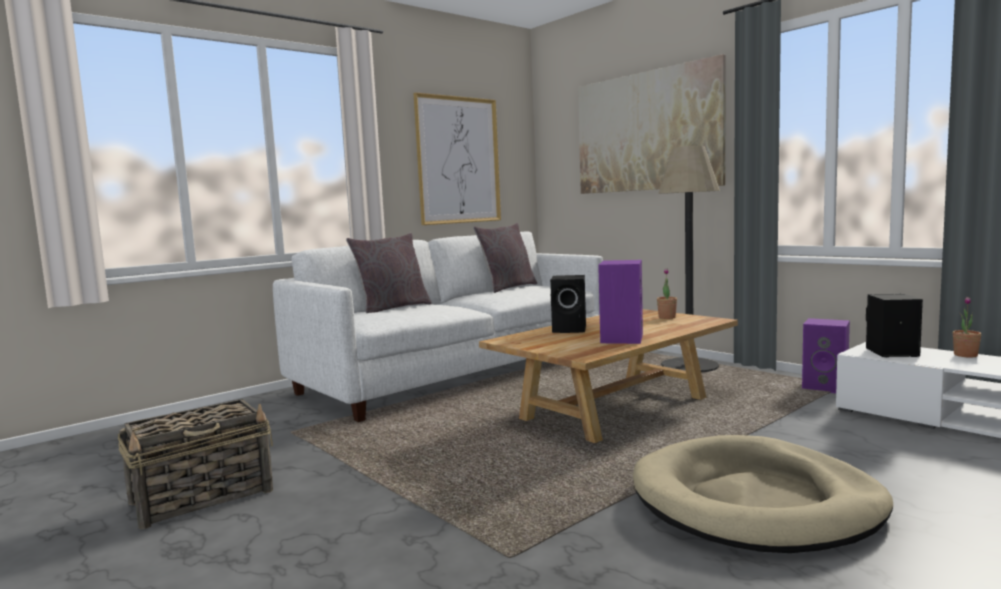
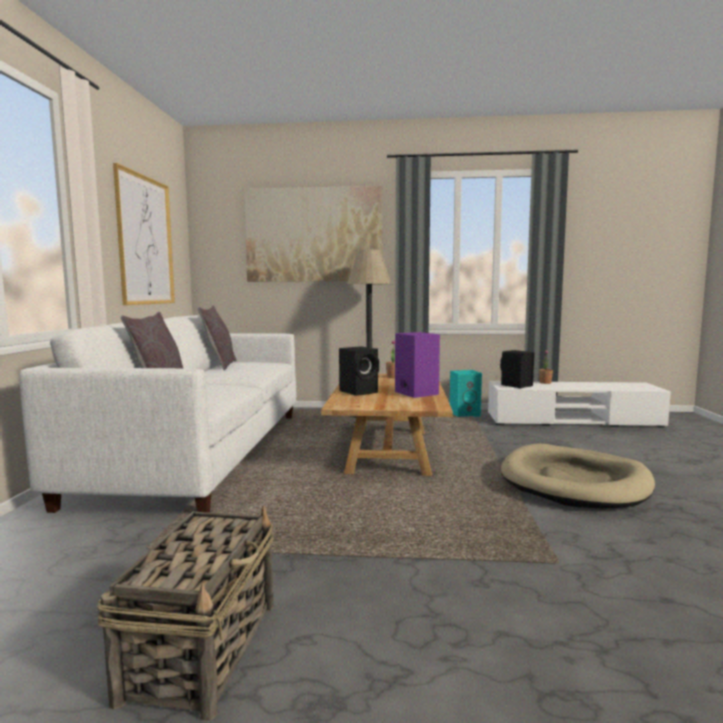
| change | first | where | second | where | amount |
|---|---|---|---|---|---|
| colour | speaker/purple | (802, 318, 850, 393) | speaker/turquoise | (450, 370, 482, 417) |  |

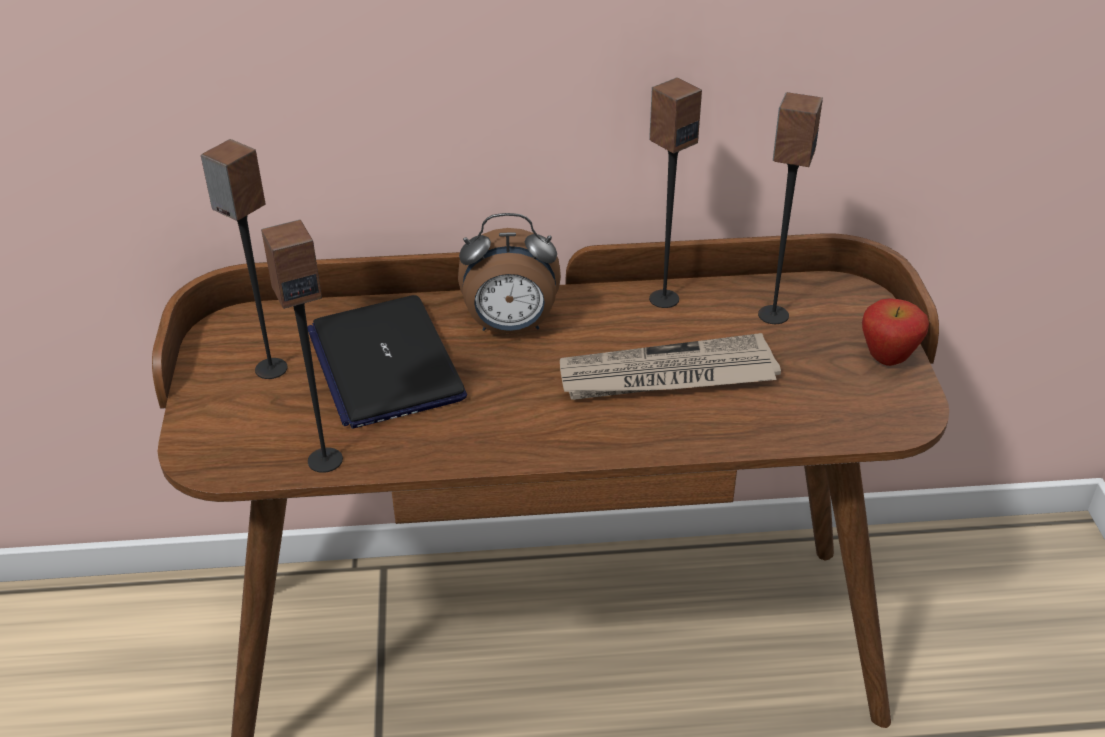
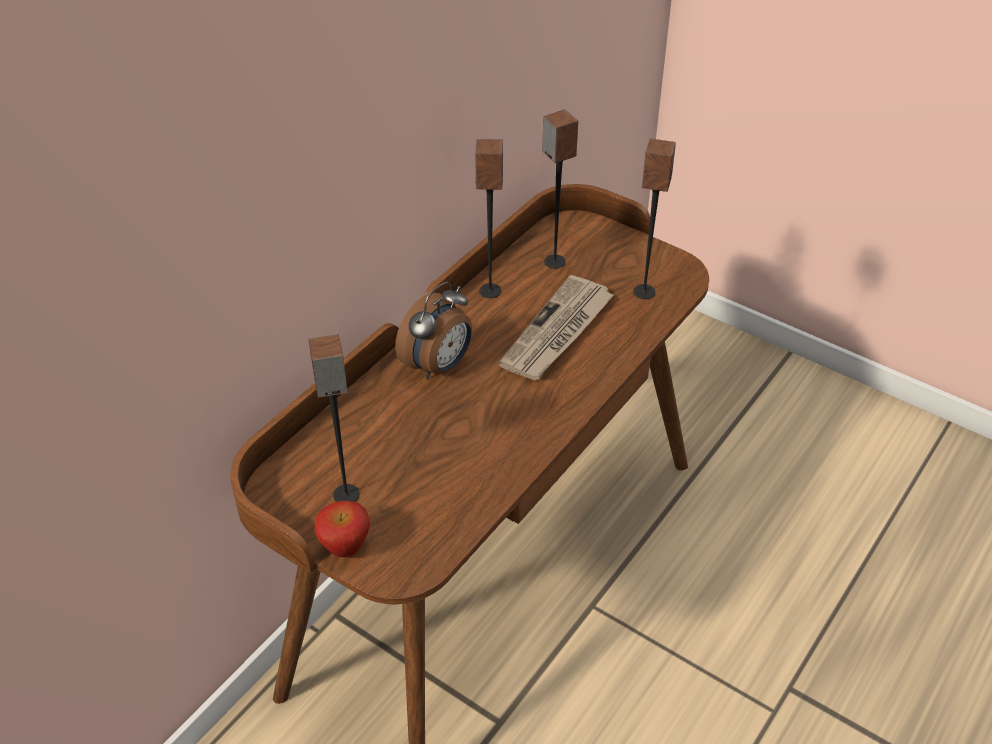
| change | first | where | second | where | amount |
|---|---|---|---|---|---|
| relocated | speaker | (261, 219, 343, 473) |  | (633, 139, 676, 299) |  |
| missing | laptop | (308, 295, 467, 429) |  |  |  |
| relocated | apple | (862, 298, 929, 366) |  | (314, 501, 370, 557) |  |

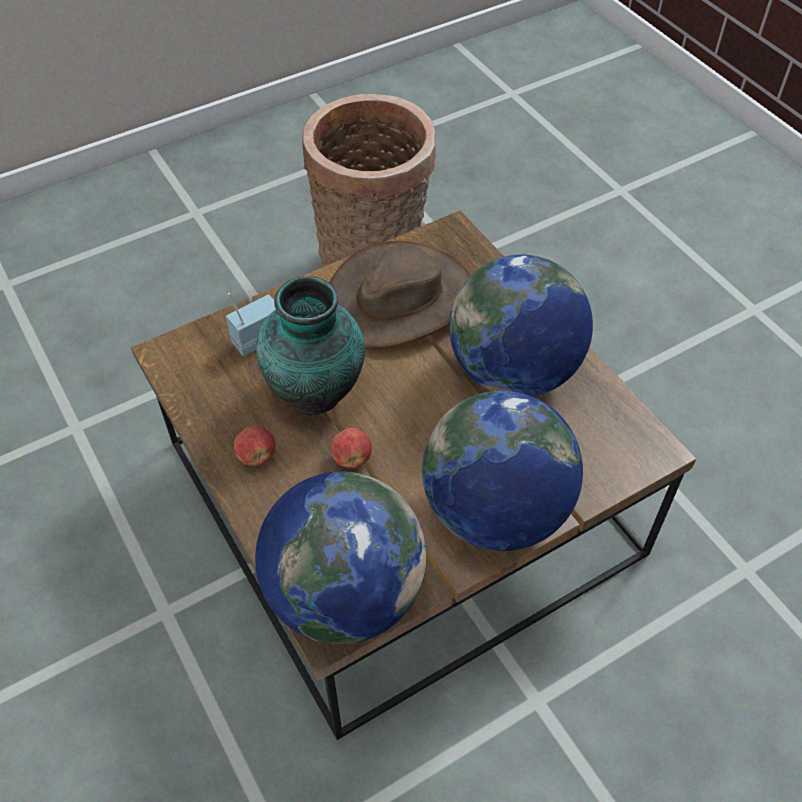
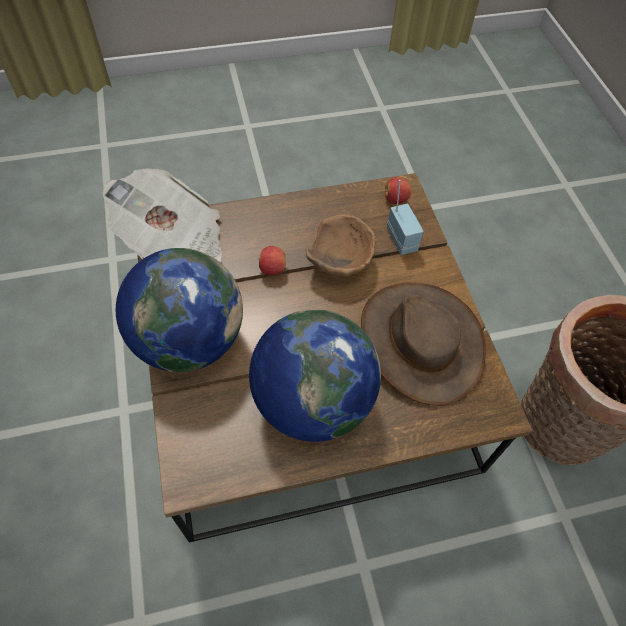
| change | first | where | second | where | amount |
|---|---|---|---|---|---|
| relocated | apple | (234, 426, 275, 466) |  | (384, 177, 411, 204) |  |
| exchanged | globe | (255, 471, 426, 644) | newspaper | (103, 169, 222, 263) |  |
| exchanged | vase | (256, 276, 365, 415) | bowl/brown | (305, 214, 376, 277) |  |

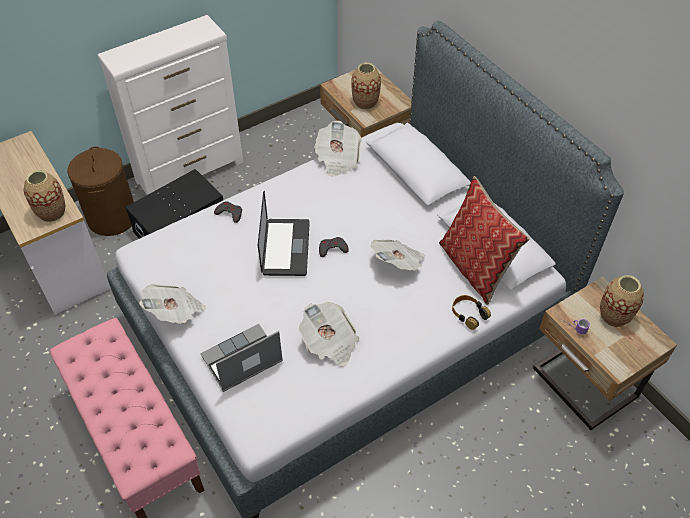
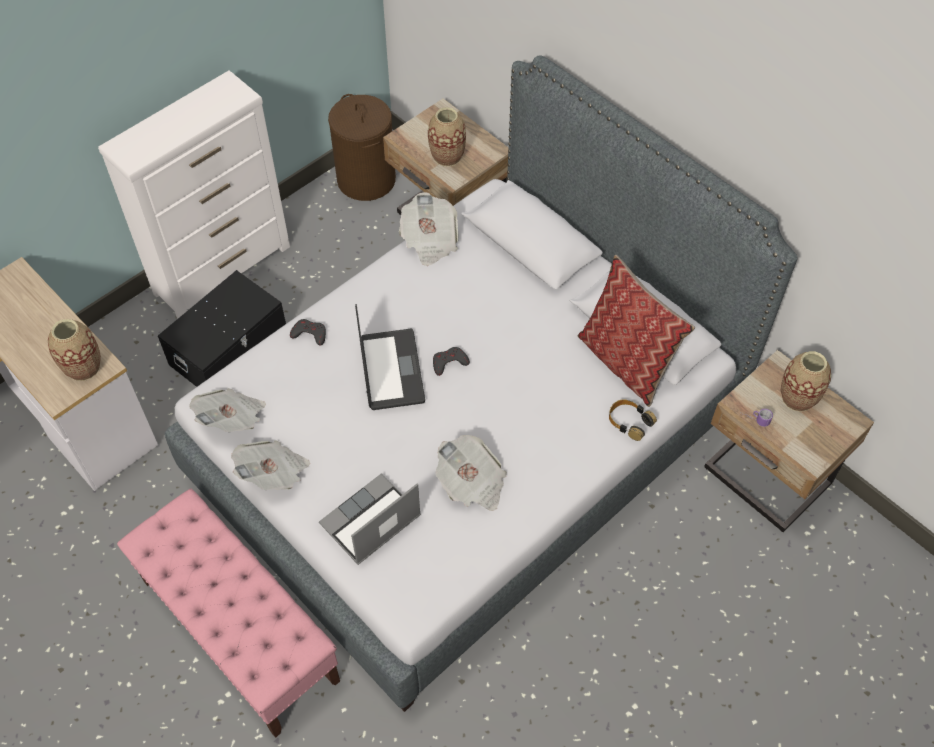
| change | first | where | second | where | amount |
|---|---|---|---|---|---|
| relocated | laundry basket/brown | (67, 146, 134, 236) |  | (328, 94, 396, 201) |  |
| relocated | newspaper | (371, 240, 425, 271) |  | (189, 388, 266, 432) |  |

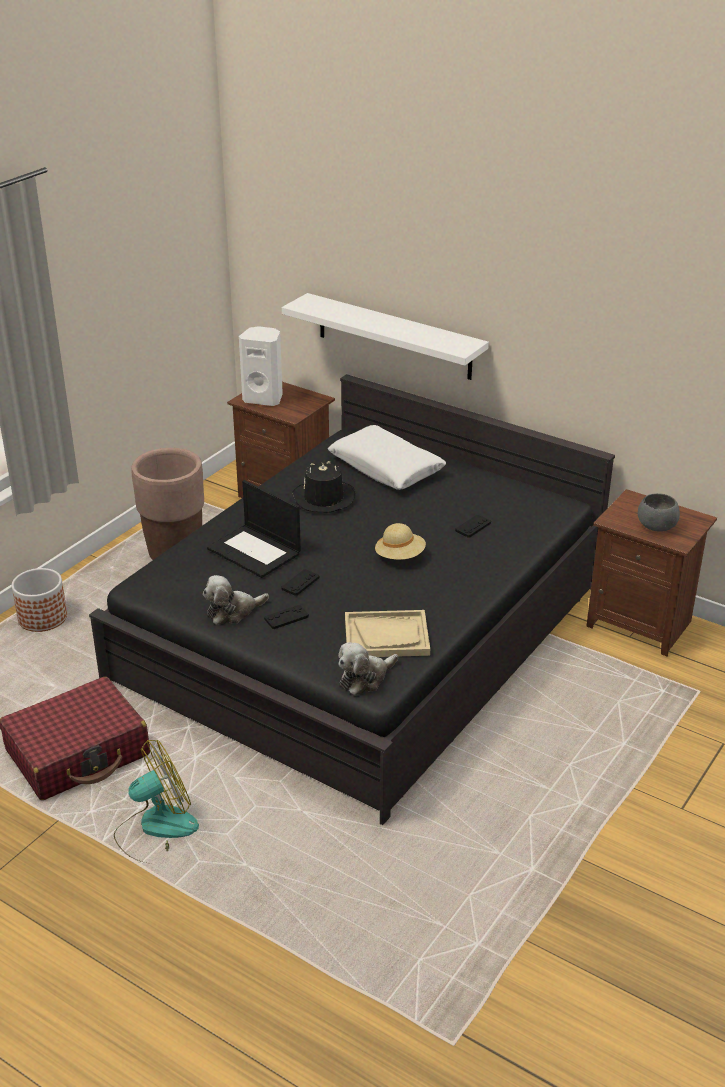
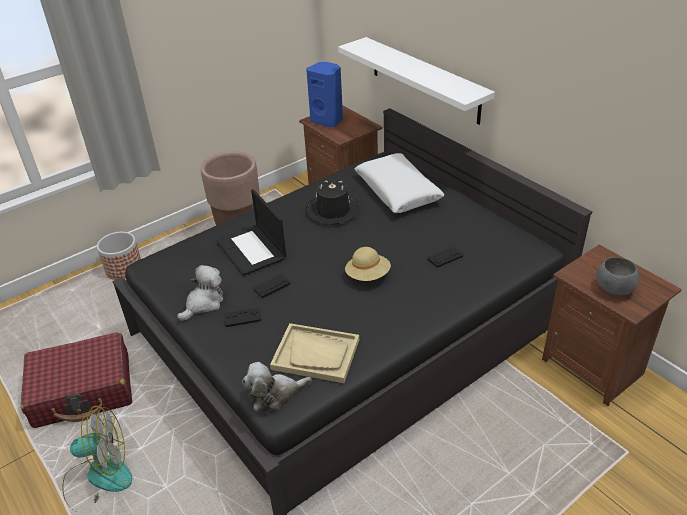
| change | first | where | second | where | amount |
|---|---|---|---|---|---|
| spun | plush toy | (203, 575, 269, 625) |  | (177, 265, 223, 321) | 135 degrees clockwise |
| colour | speaker/white | (239, 326, 283, 406) | speaker/blue | (306, 62, 343, 128) |  |

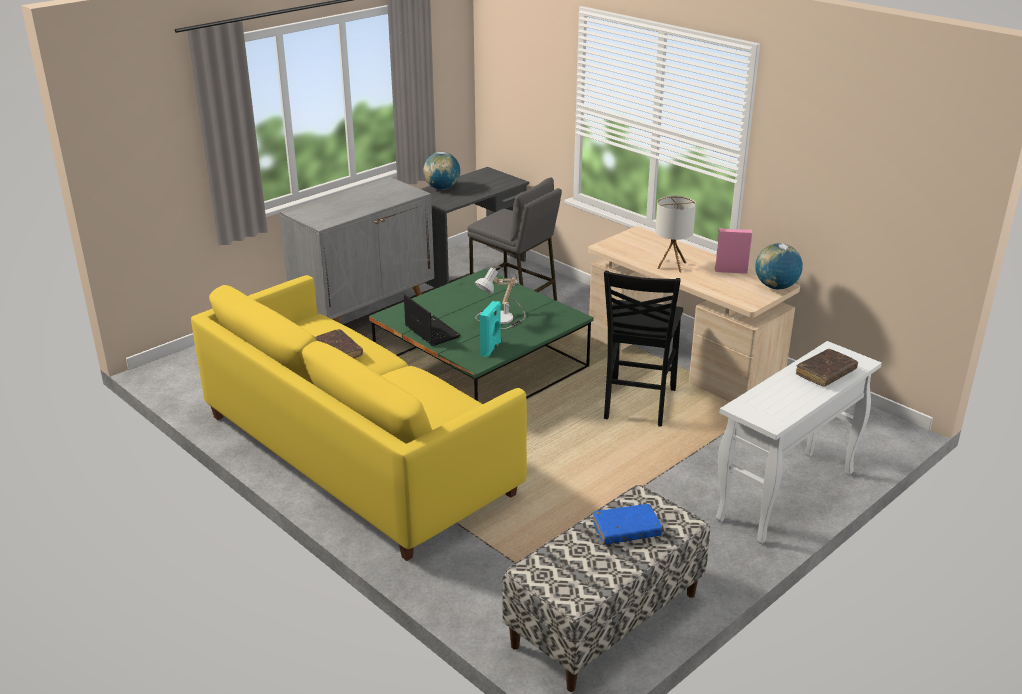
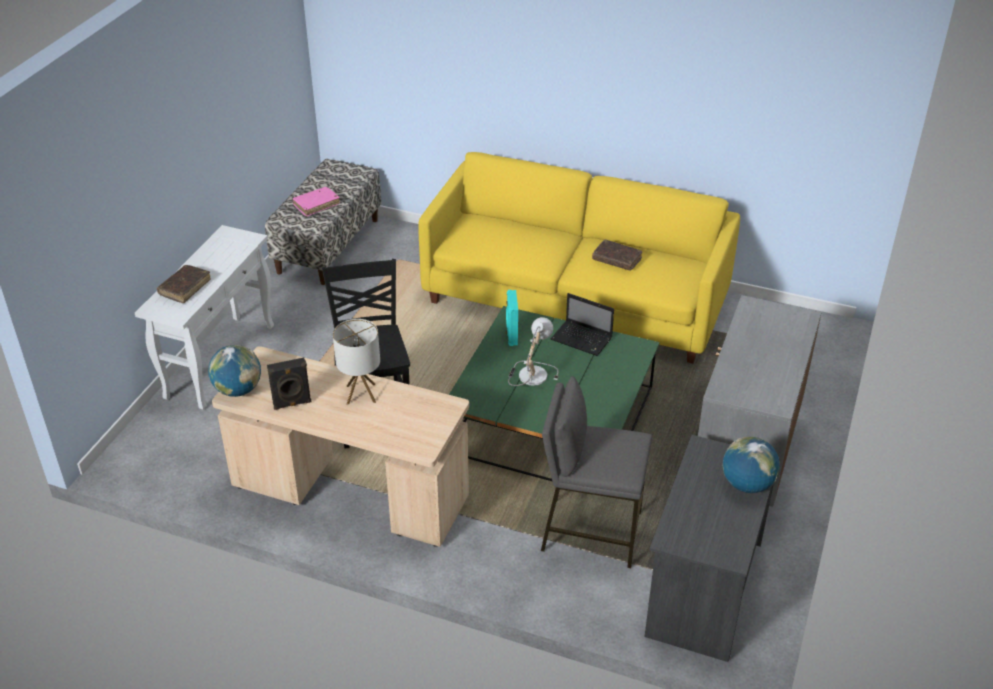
| change | first | where | second | where | amount |
|---|---|---|---|---|---|
| colour | book/blue | (593, 504, 662, 544) | book/pink | (292, 187, 340, 216) |  |
| colour | speaker/pink | (715, 228, 752, 274) | speaker/black | (267, 358, 311, 410) |  |

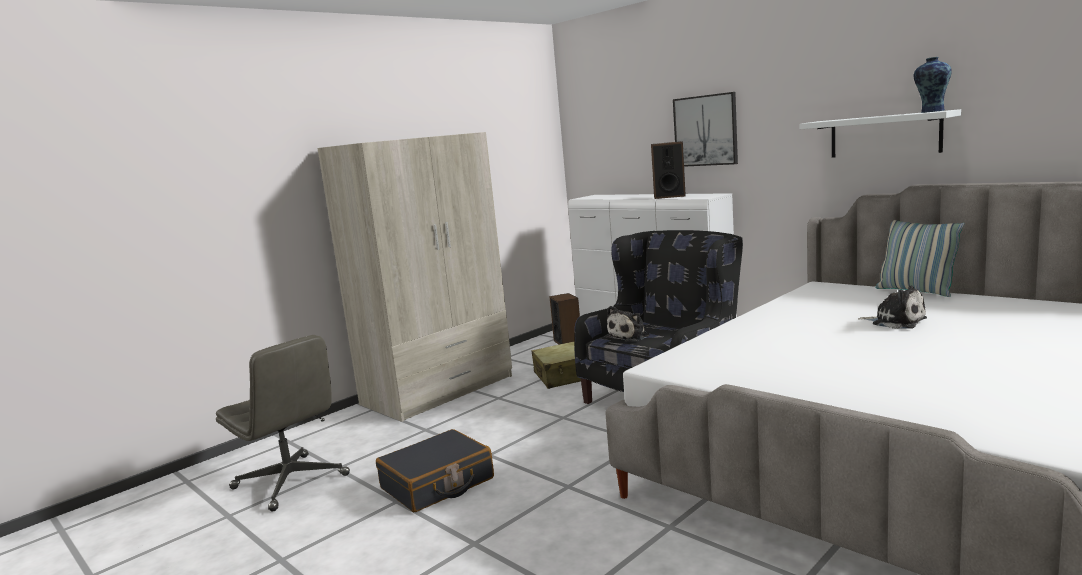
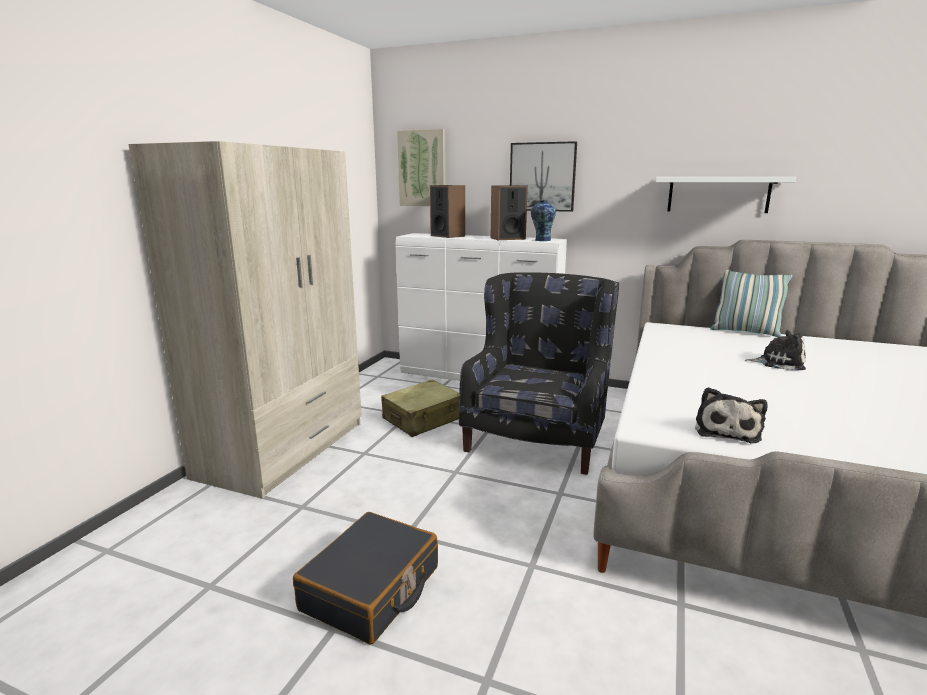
| change | first | where | second | where | amount |
|---|---|---|---|---|---|
| missing | office chair/grey | (216, 335, 350, 511) |  |  |  |
| relocated | speaker | (549, 293, 580, 345) |  | (430, 185, 465, 238) |  |
| relocated | plush toy | (606, 306, 649, 341) |  | (695, 387, 767, 443) |  |
| relocated | vase | (914, 57, 952, 113) |  | (531, 200, 556, 241) |  |
| appeared |  |  | picture | (397, 129, 445, 206) |  |

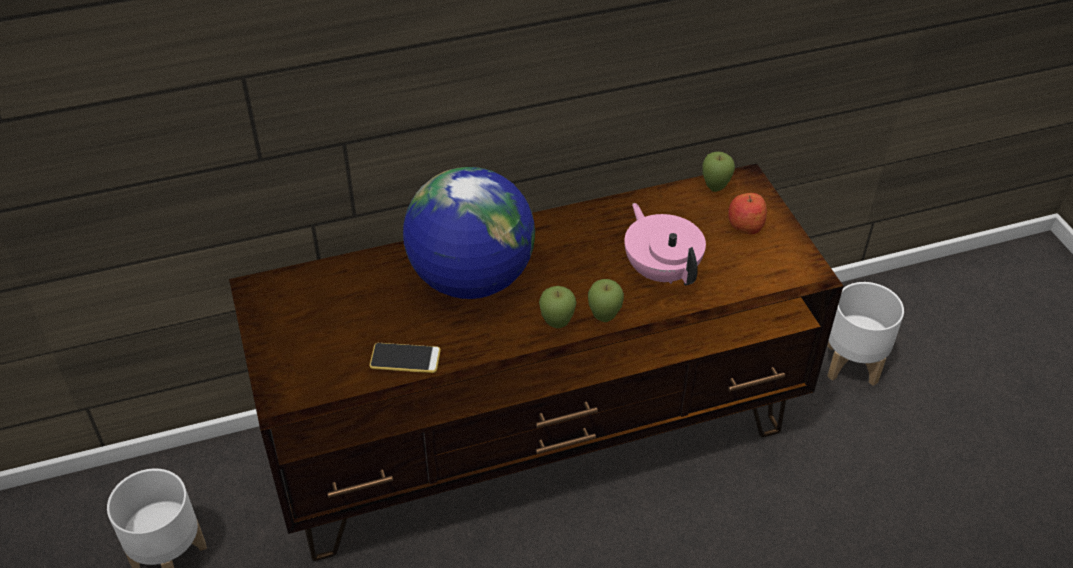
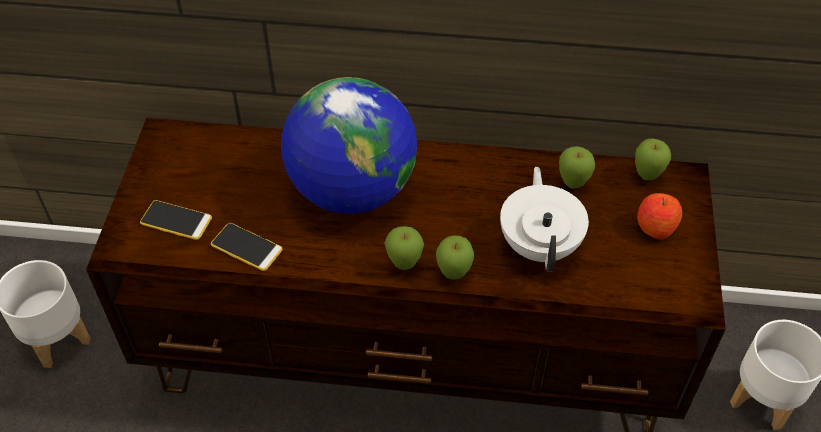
| change | first | where | second | where | amount |
|---|---|---|---|---|---|
| colour | teapot/pink | (624, 203, 706, 285) | teapot/white | (500, 167, 589, 272) |  |
| appeared |  |  | phone | (140, 200, 212, 240) |  |
| appeared |  |  | apple | (559, 146, 595, 189) |  |

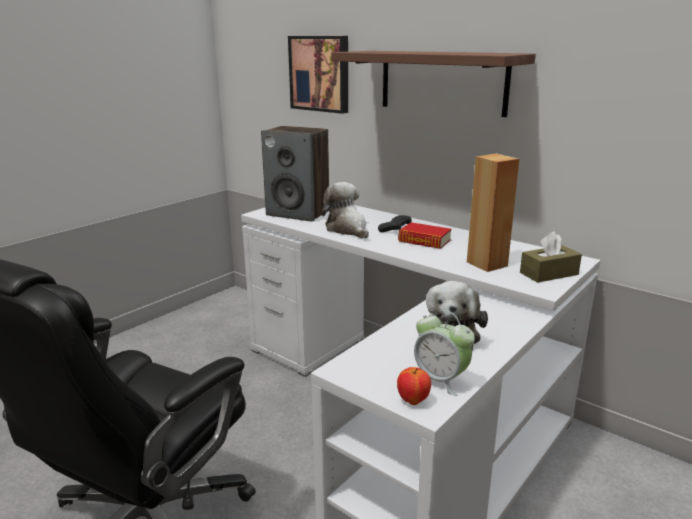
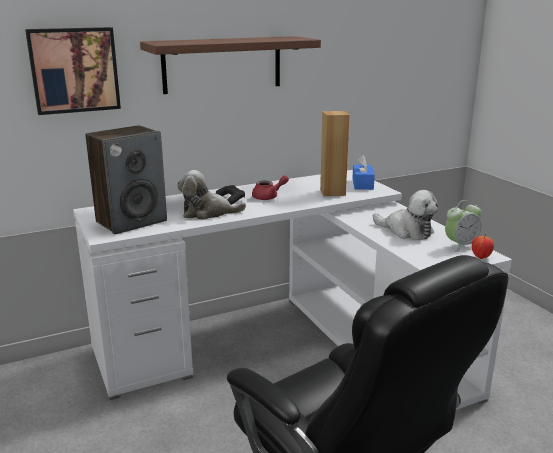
| change | first | where | second | where | amount |
|---|---|---|---|---|---|
| exchanged | book | (398, 222, 451, 249) | teapot/red | (252, 175, 289, 200) |  |
| colour | tissue box/brown | (520, 231, 582, 283) | tissue box/blue | (352, 155, 375, 190) |  |

